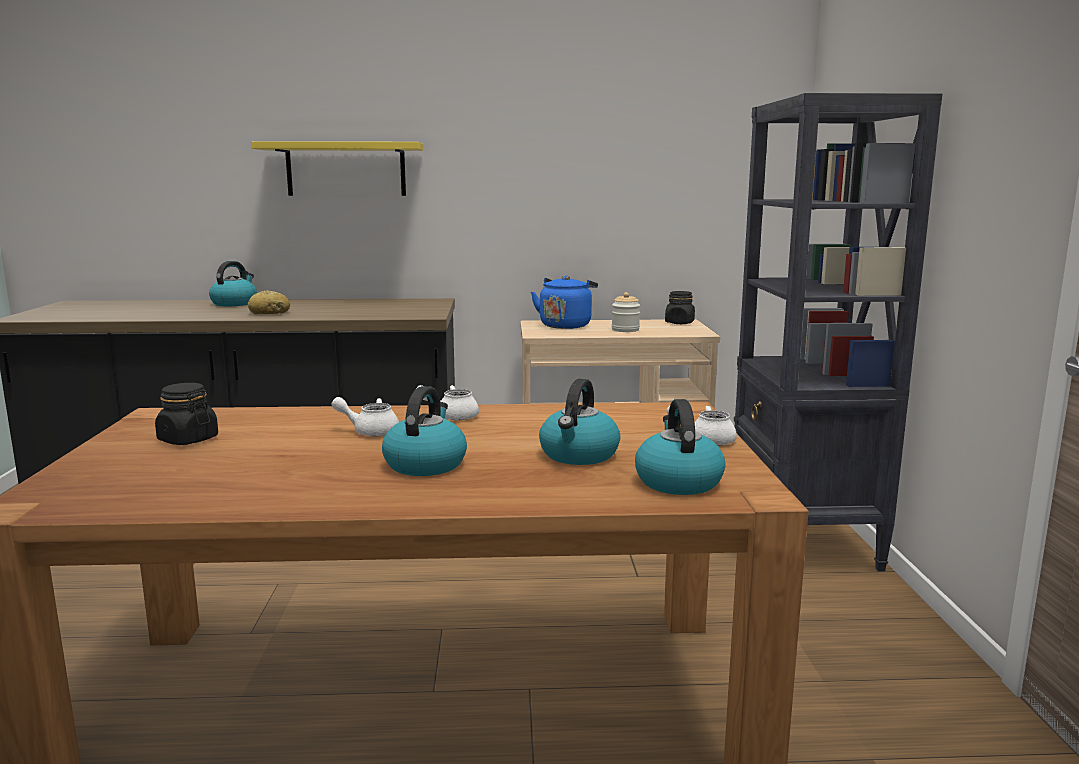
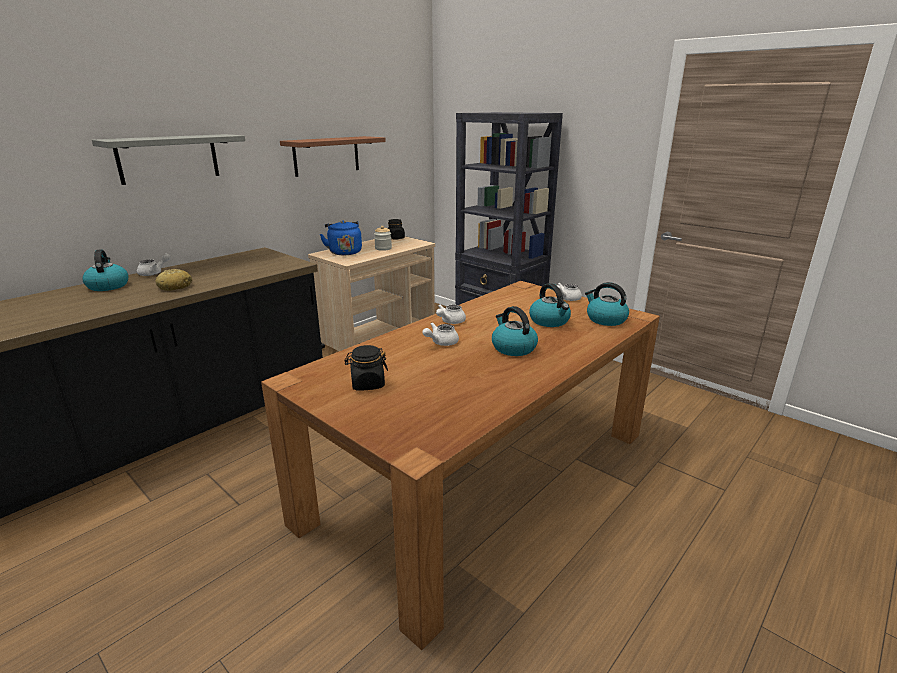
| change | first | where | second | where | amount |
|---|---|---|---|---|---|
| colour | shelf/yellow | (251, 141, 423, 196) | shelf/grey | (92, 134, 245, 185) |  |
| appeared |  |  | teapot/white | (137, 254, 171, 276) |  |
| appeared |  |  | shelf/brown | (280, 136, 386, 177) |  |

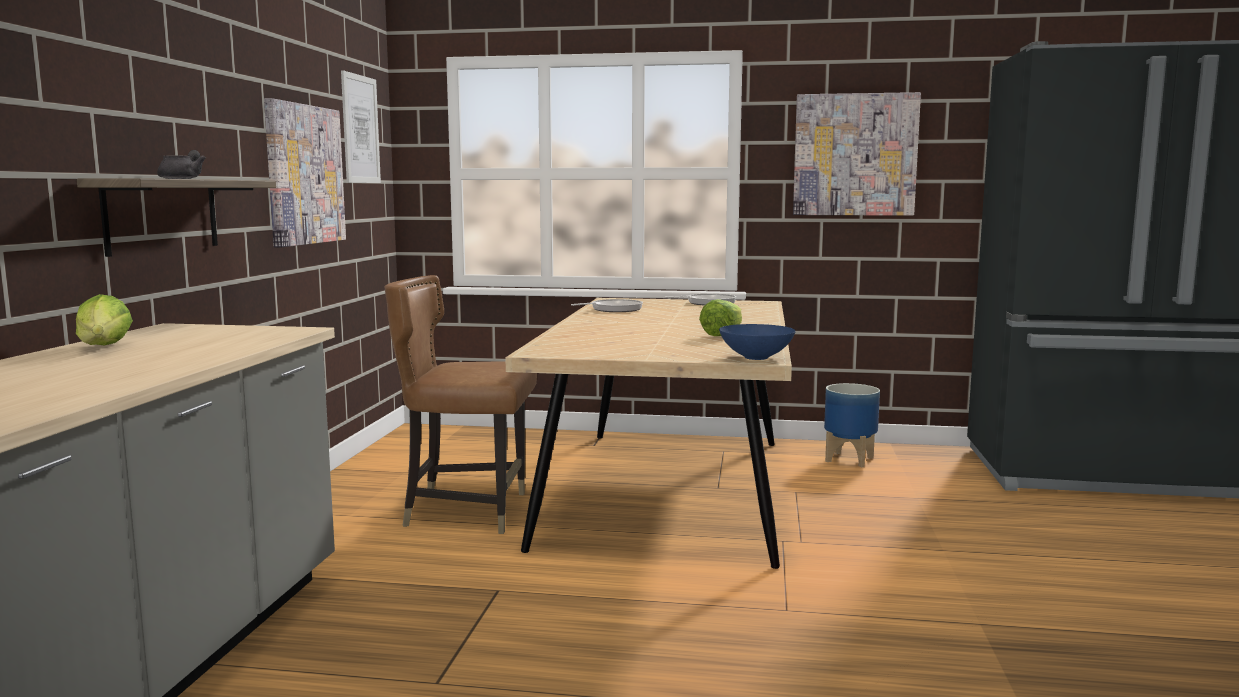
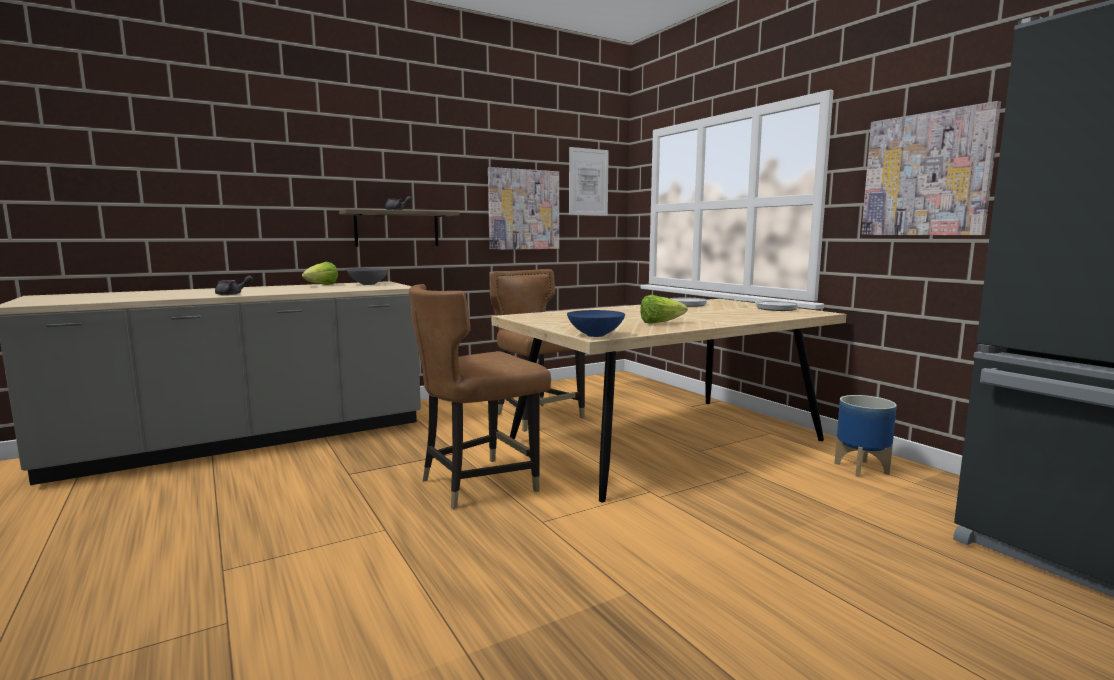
| change | first | where | second | where | amount |
|---|---|---|---|---|---|
| appeared |  |  | teapot/grey | (215, 275, 254, 295) |  |
| appeared |  |  | bowl/grey | (347, 268, 389, 285) |  |
| appeared |  |  | chair/brown | (409, 284, 551, 509) |  |

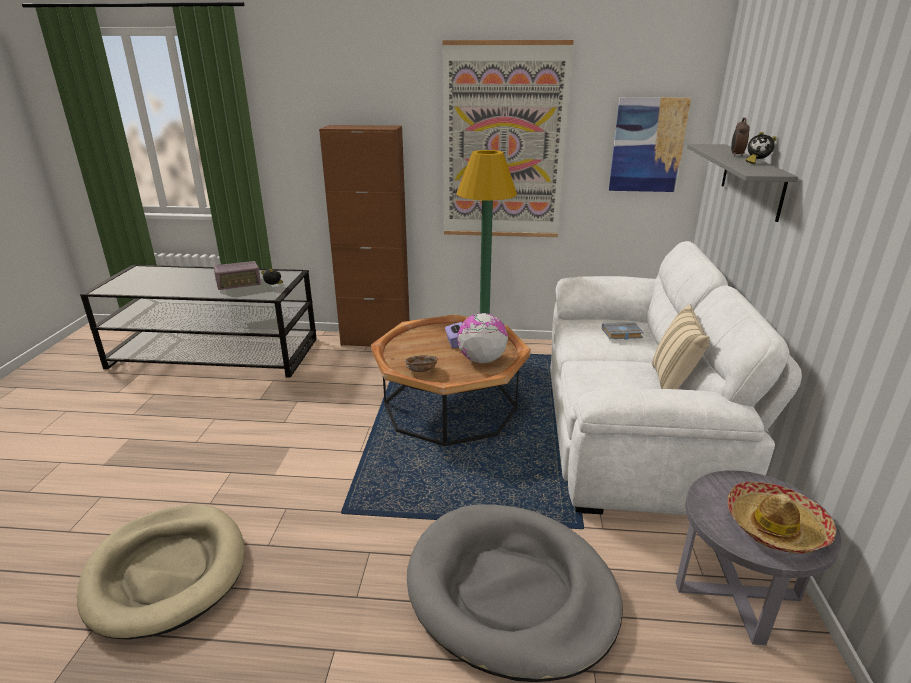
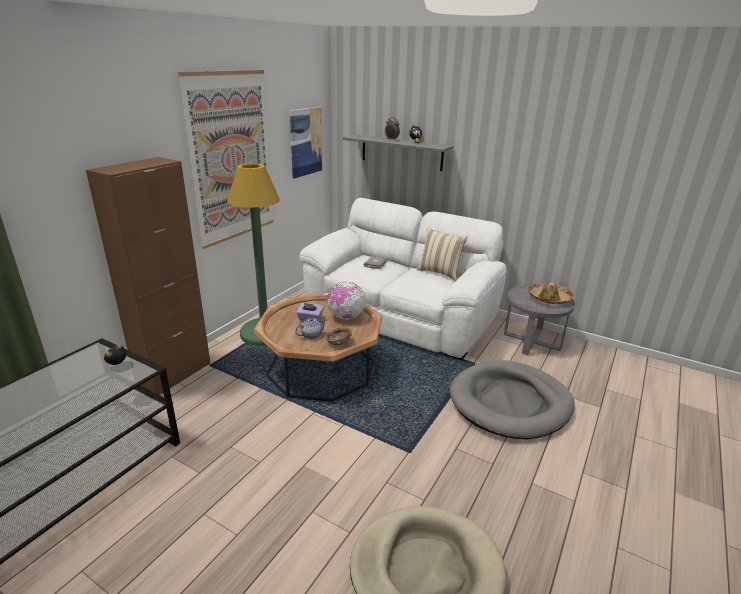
| change | first | where | second | where | amount |
|---|---|---|---|---|---|
| missing | radio | (214, 261, 261, 290) |  |  |  |
| appeared |  |  | teapot | (295, 318, 326, 339) |  |

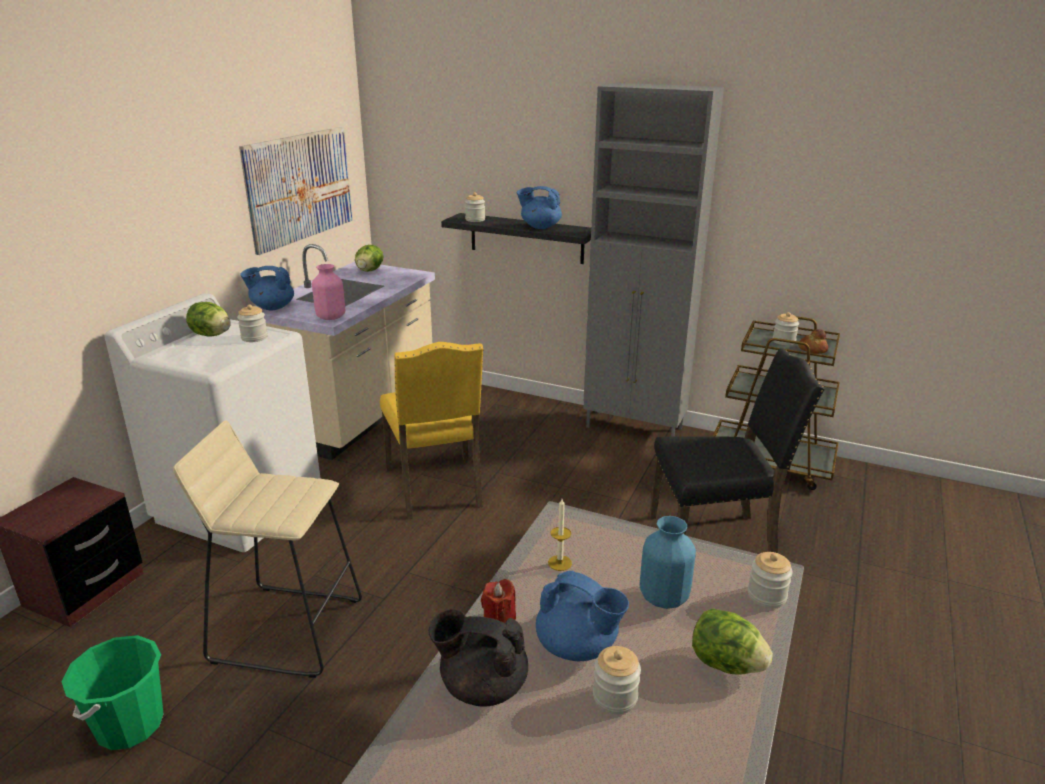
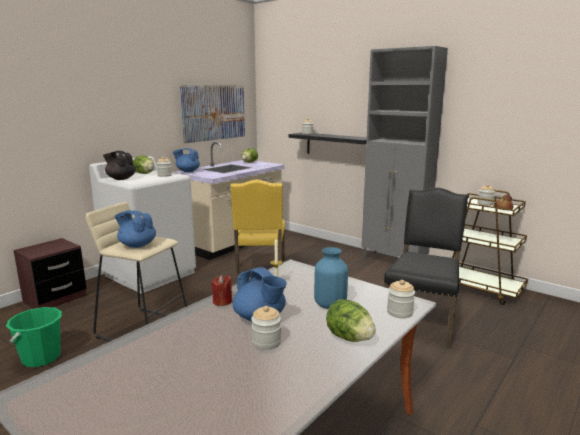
| change | first | where | second | where | amount |
|---|---|---|---|---|---|
| missing | vase/pink | (312, 264, 345, 320) |  |  |  |
| relocated | teapot/black | (429, 609, 528, 707) |  | (103, 151, 136, 180) |  |
| relocated | teapot/blue | (517, 186, 562, 229) |  | (114, 210, 156, 248) |  |
| spun | chair/black | (649, 349, 825, 553) |  | (384, 188, 468, 349) | 75 degrees counterclockwise |

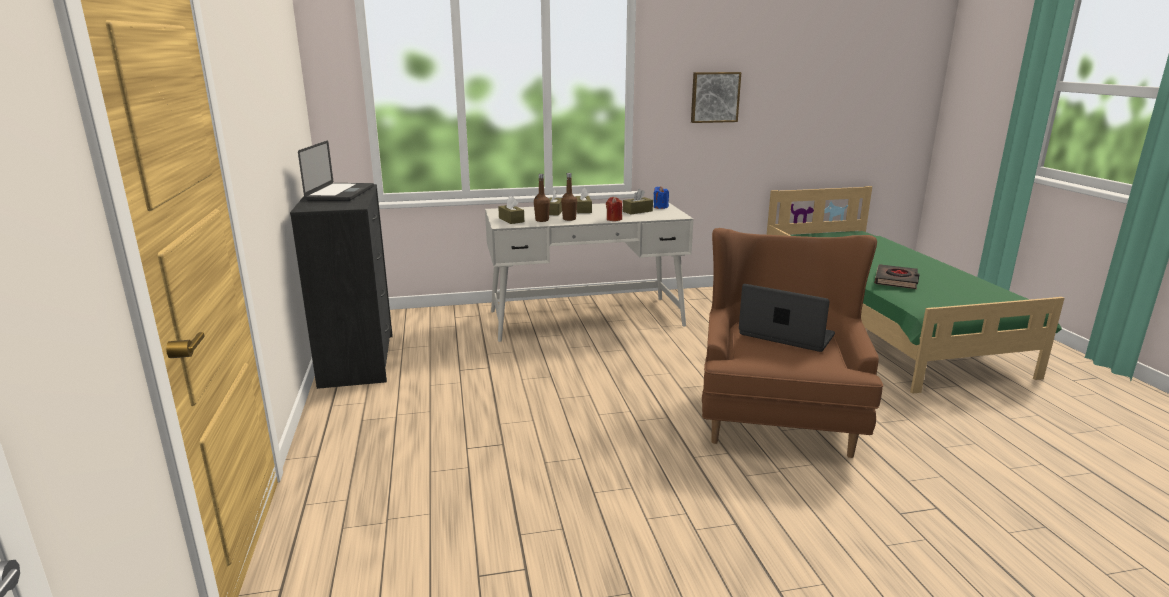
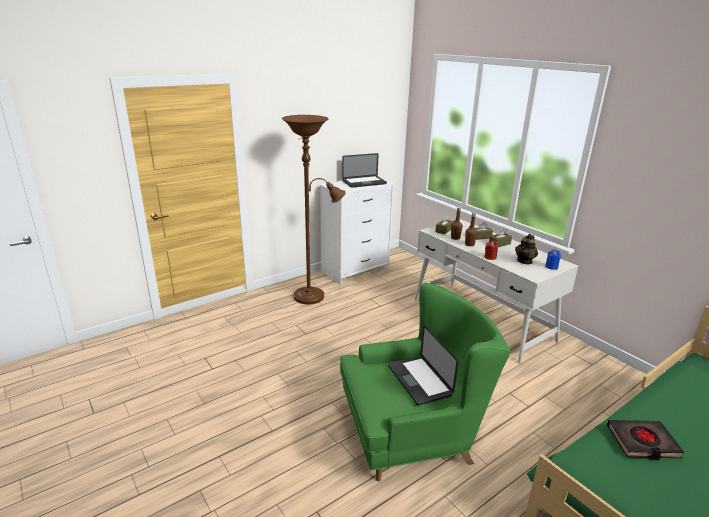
| change | first | where | second | where | amount |
|---|---|---|---|---|---|
| colour | dresser/black | (290, 184, 393, 389) | dresser/white | (320, 179, 394, 285) |  |
| exchanged | tissue box/brown | (623, 189, 653, 214) | teapot | (515, 234, 538, 265) |  |
| missing | picture | (691, 72, 741, 123) |  |  |  |
| colour | armchair/brown | (702, 228, 883, 458) | armchair/green | (340, 283, 511, 481) |  |
| spun | laptop | (739, 284, 835, 352) |  | (388, 325, 458, 406) | 150 degrees clockwise |
| appeared |  |  | floor lamp/brown | (282, 115, 346, 304) |  |

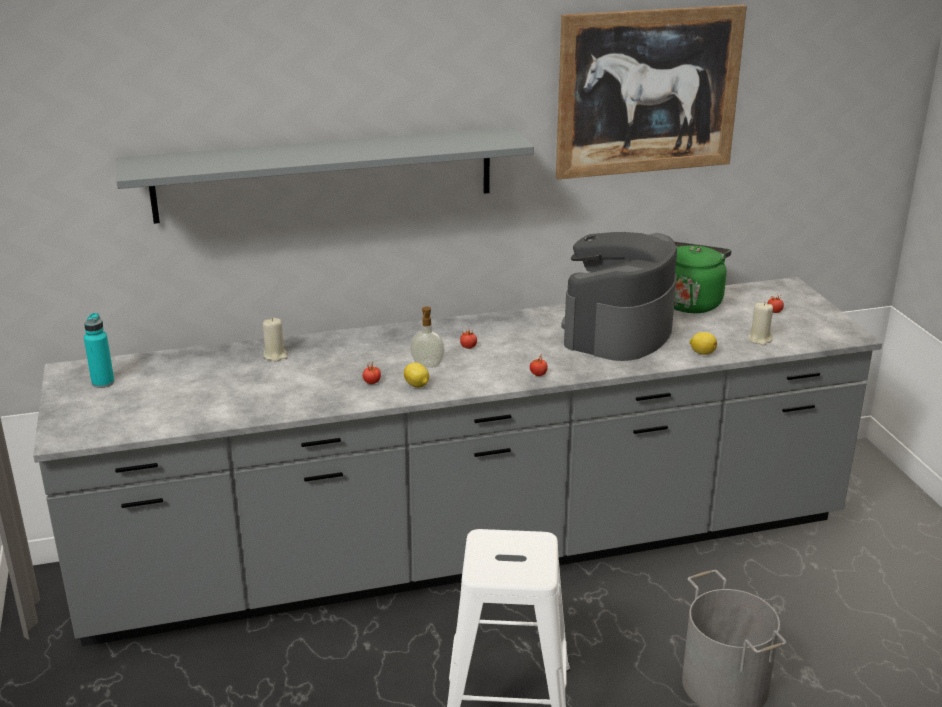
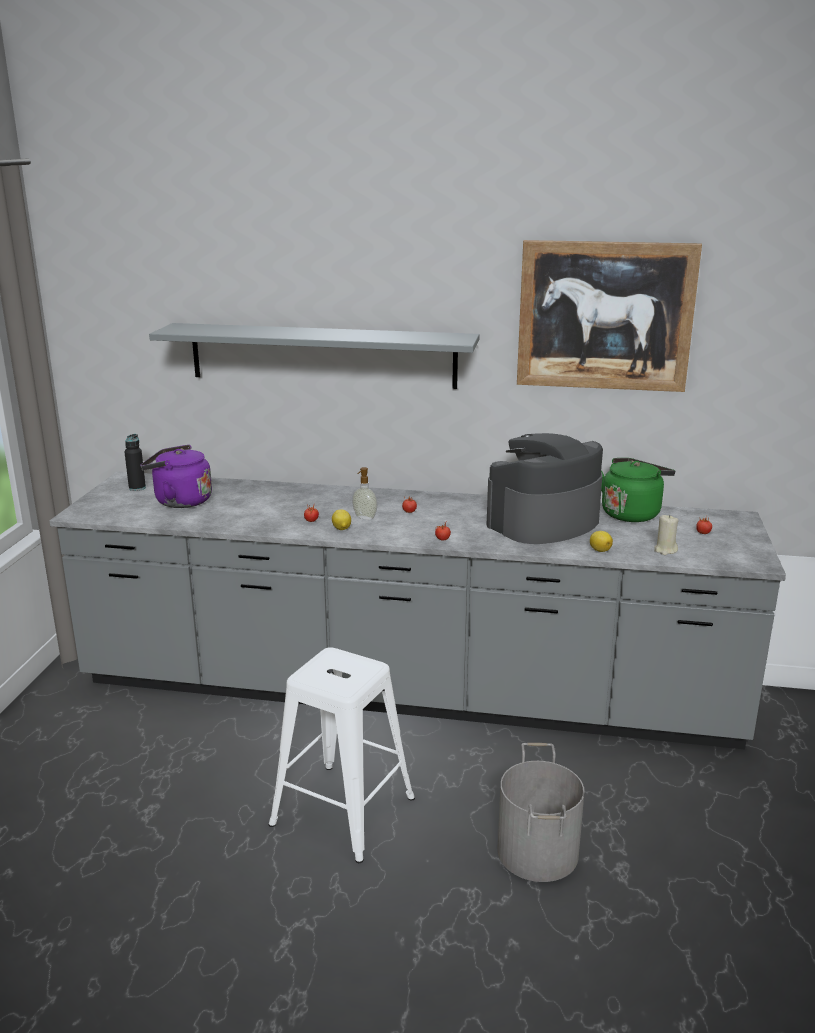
| change | first | where | second | where | amount |
|---|---|---|---|---|---|
| colour | bottle/turquoise | (84, 313, 114, 388) | bottle/black | (124, 434, 146, 491) |  |
| missing | candle/beige | (263, 318, 288, 361) |  |  |  |
| appeared |  |  | kettle/purple | (140, 445, 212, 508) |  |

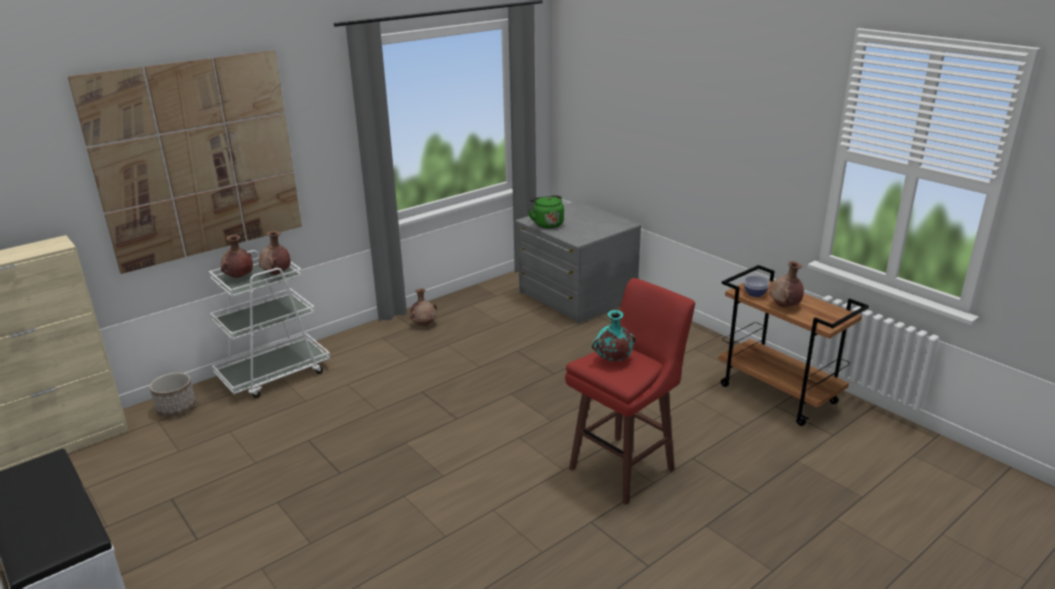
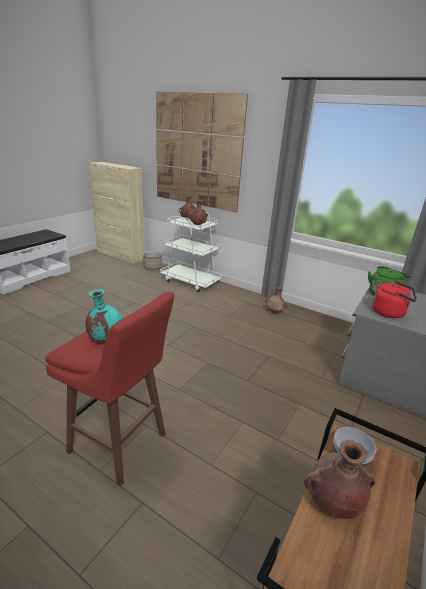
| change | first | where | second | where | amount |
|---|---|---|---|---|---|
| appeared |  |  | kettle/red | (372, 281, 417, 318) |  |

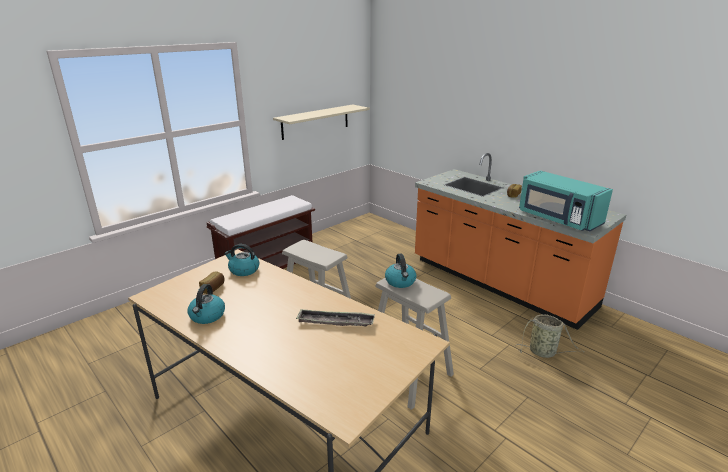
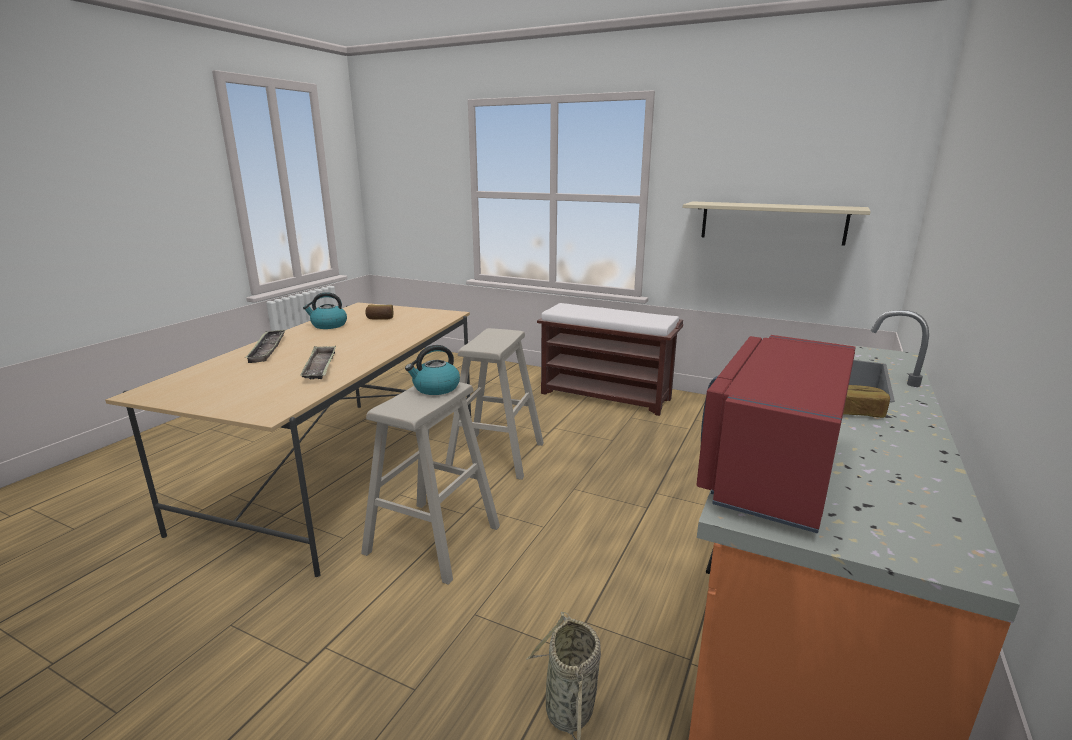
| change | first | where | second | where | amount |
|---|---|---|---|---|---|
| missing | kettle | (224, 244, 259, 276) |  |  |  |
| colour | microwave/turquoise | (519, 171, 613, 231) | microwave/red | (696, 335, 856, 533) |  |
| appeared |  |  | tray | (245, 329, 286, 363) |  |

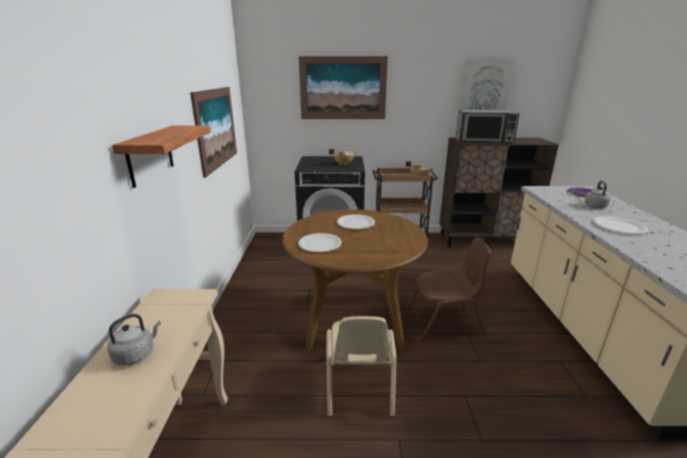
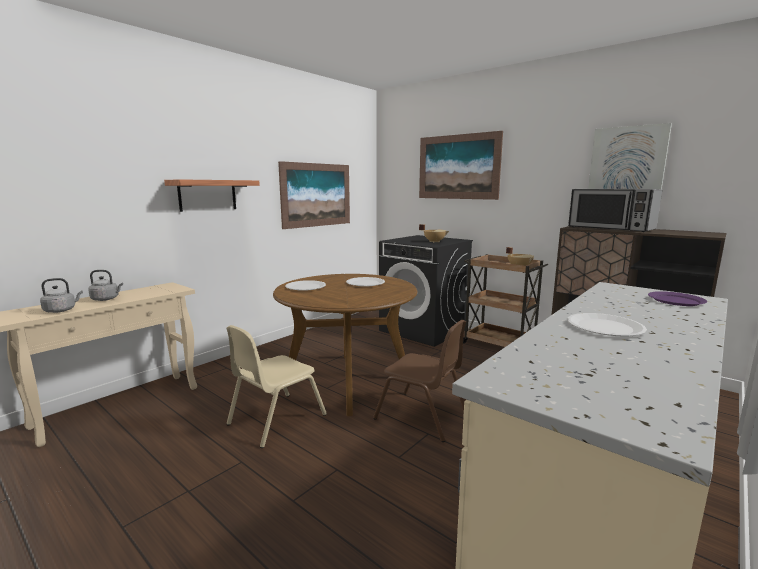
| change | first | where | second | where | amount |
|---|---|---|---|---|---|
| relocated | kettle/grey | (584, 181, 611, 208) |  | (40, 278, 83, 313) |  |

